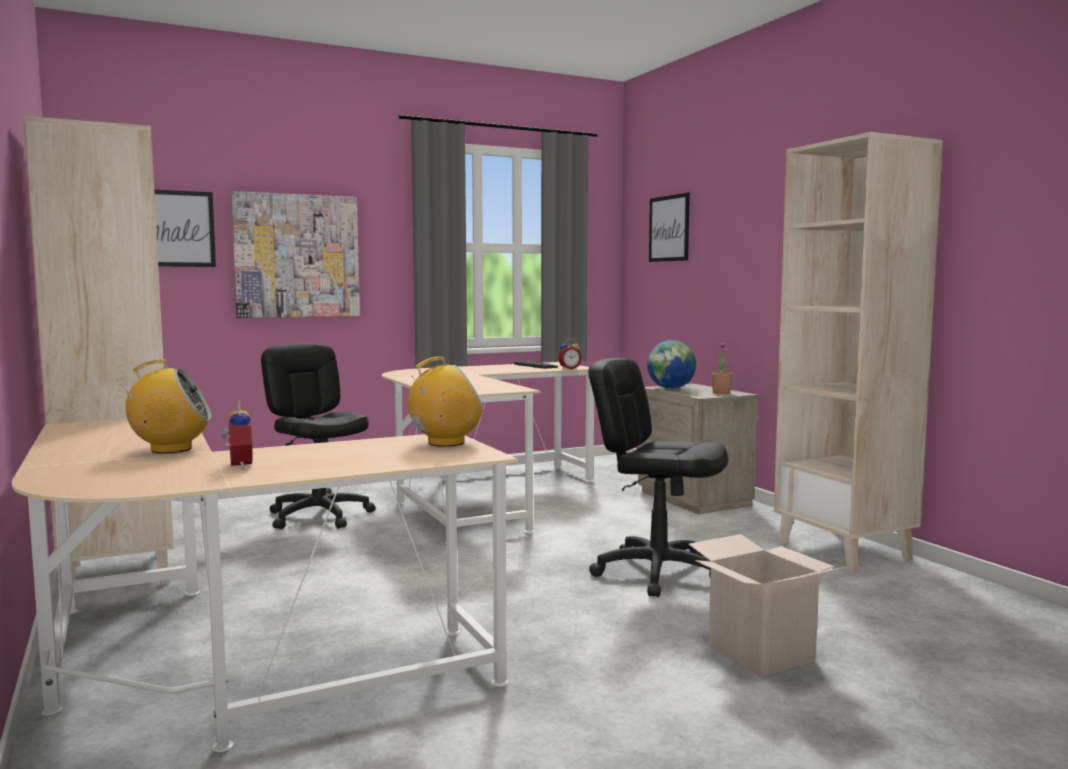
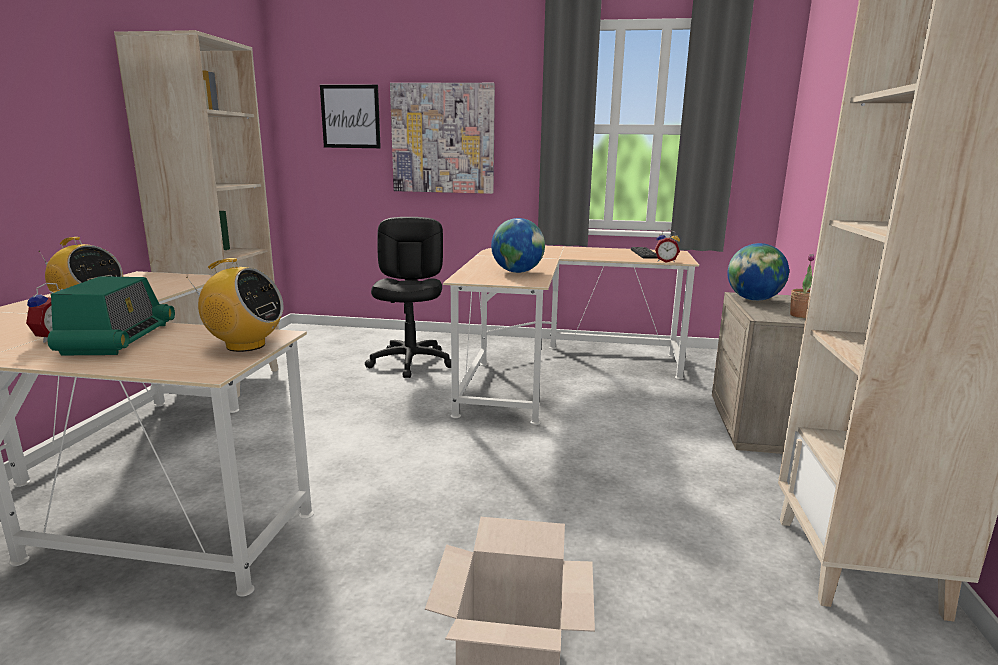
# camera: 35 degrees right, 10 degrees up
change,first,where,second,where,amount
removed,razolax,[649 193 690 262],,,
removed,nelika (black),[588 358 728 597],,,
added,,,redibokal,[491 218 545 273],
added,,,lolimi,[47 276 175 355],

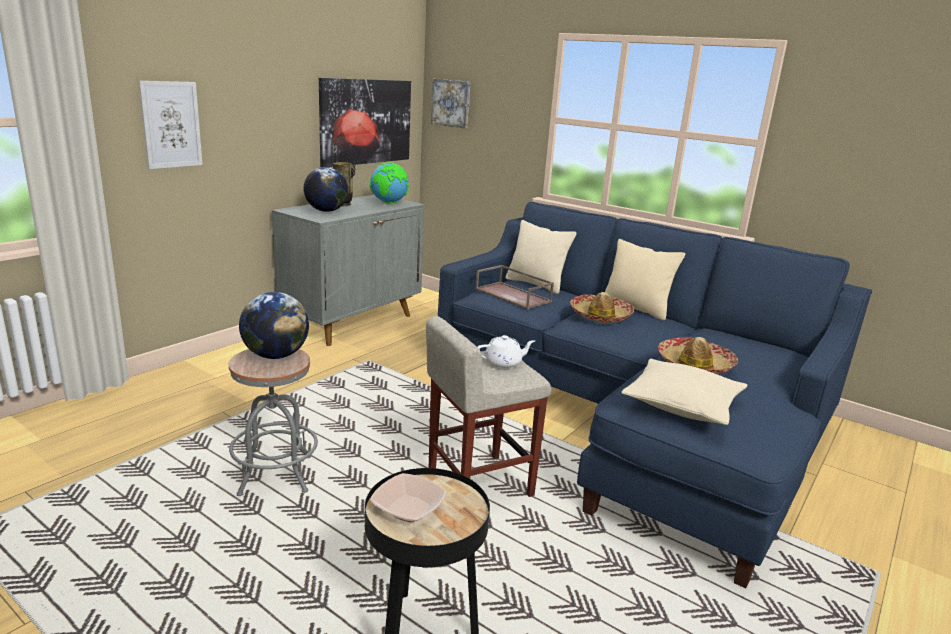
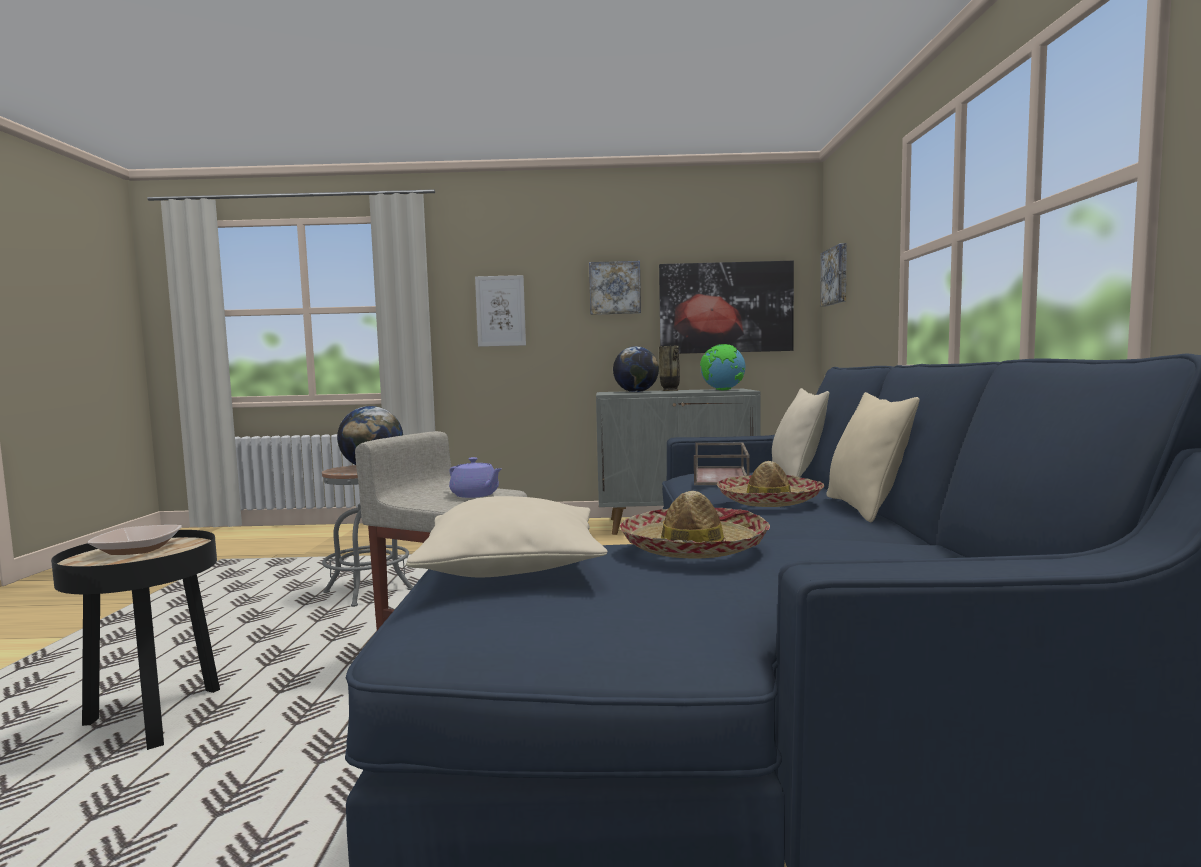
# camera: 55 degrees right, 15 degrees down
change,first,where,second,where,amount
recoloured,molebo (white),[477 335 535 368],molebo (purple),[449 457 501 498],
added,,,razolax,[589 261 641 315],

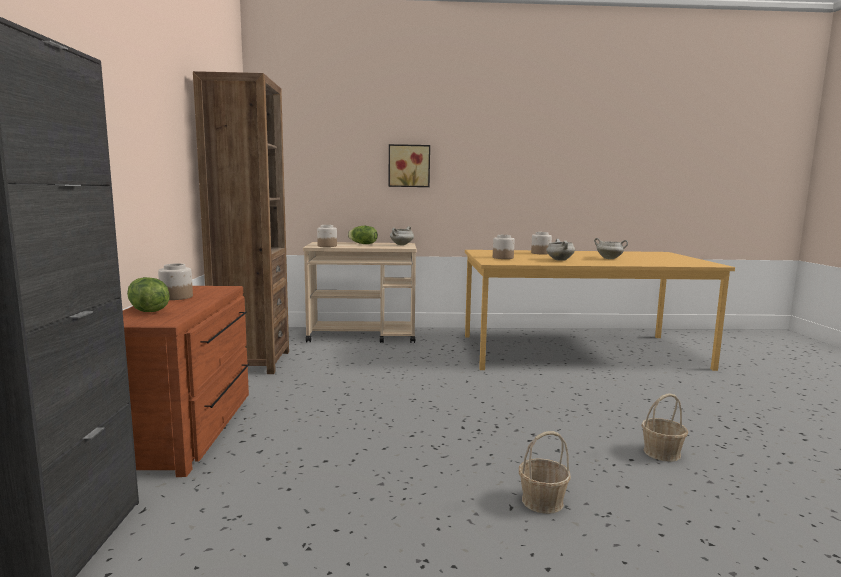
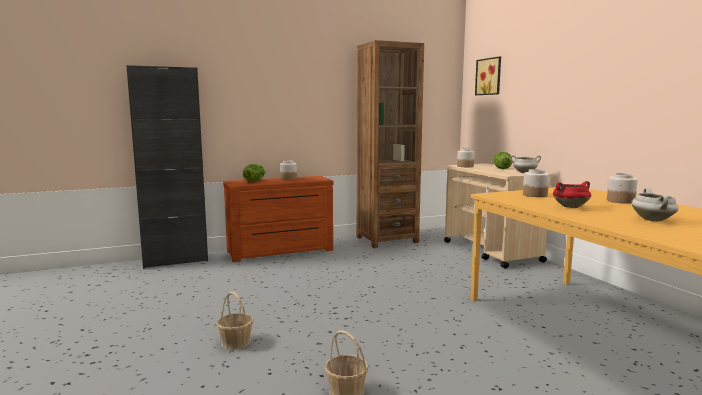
# camera: 70 degrees right, 0 degrees up
change,first,where,second,where,amount
moved,razolax,[389 144 430 187],,[475 56 501 95],
recoloured,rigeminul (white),[546 239 575 261],rigeminul (red),[553 181 591 208],

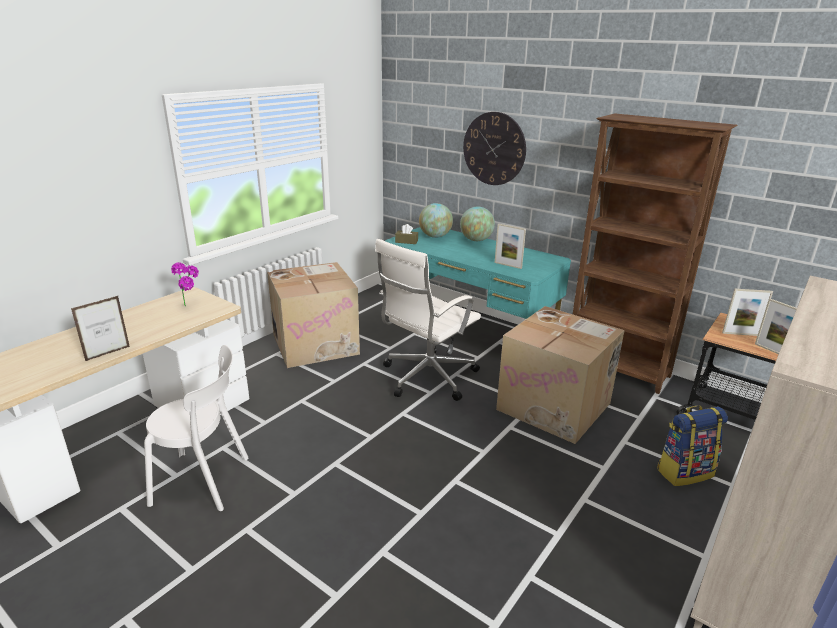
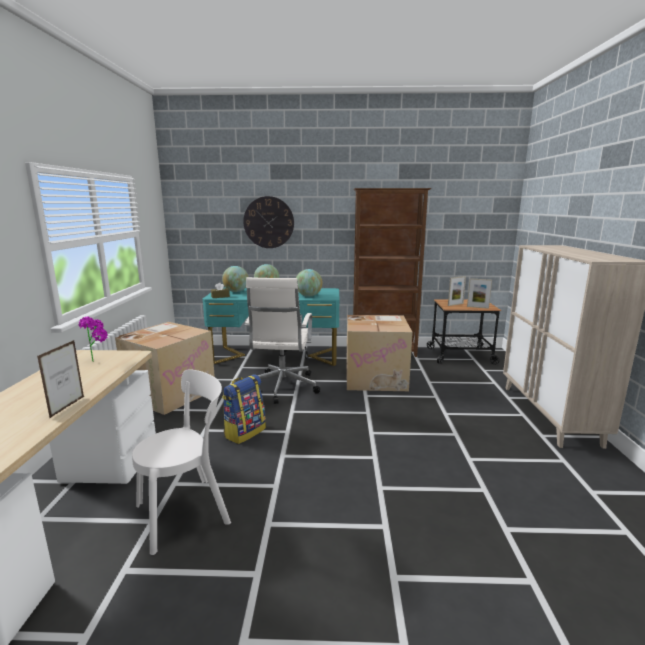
# camera: 35 degrees left, 10 degrees down
change,first,where,second,where,amount
replaced,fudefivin,[495 224 526 269],redibokal,[296 269 323 297],
moved,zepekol,[657 406 728 486],,[222 374 266 444],

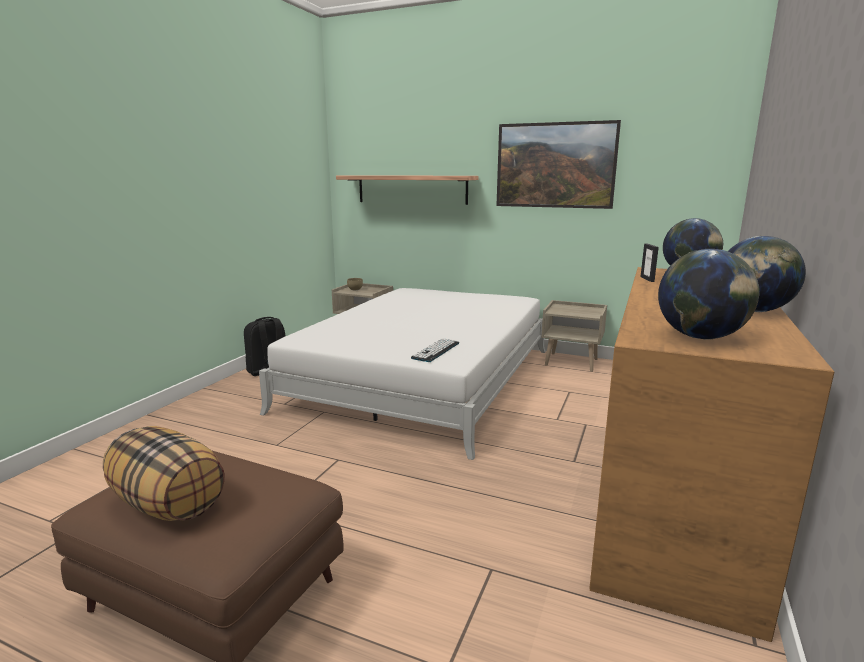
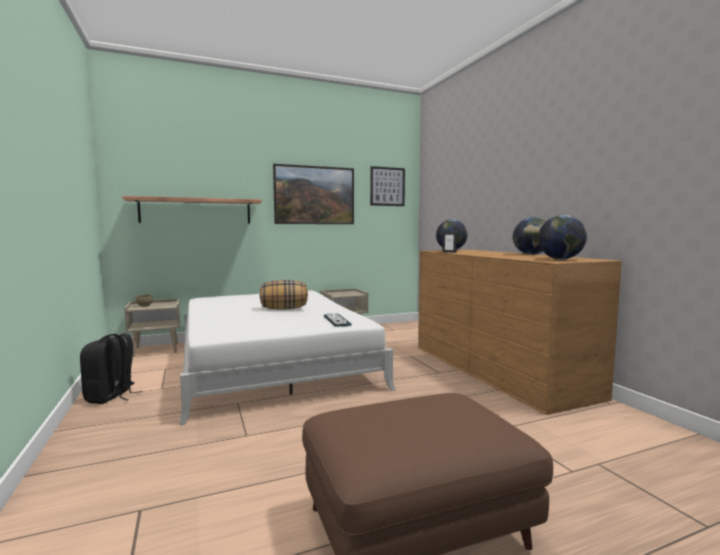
# camera: 45 degrees left, 10 degrees down
change,first,where,second,where,amount
moved,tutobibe,[103 426 225 521],,[260 280 308 309],
added,,,razolax,[370 166 405 206],

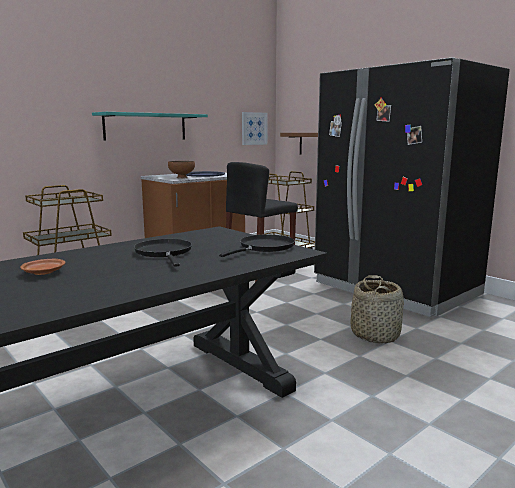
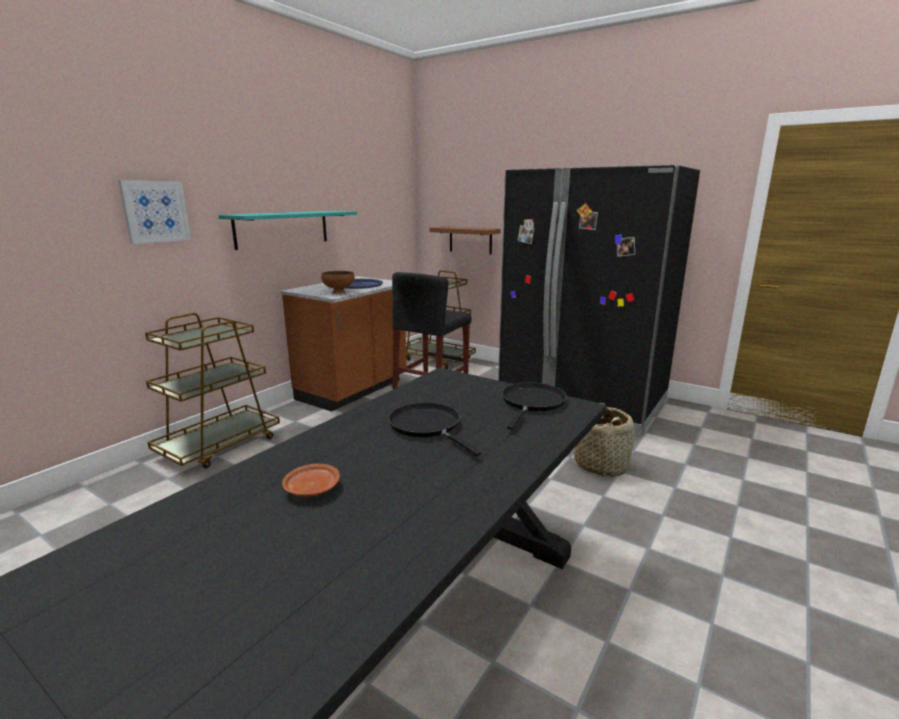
# camera: 15 degrees left, 5 degrees up
change,first,where,second,where,amount
moved,razolax,[242 112 268 145],,[118 180 191 244],

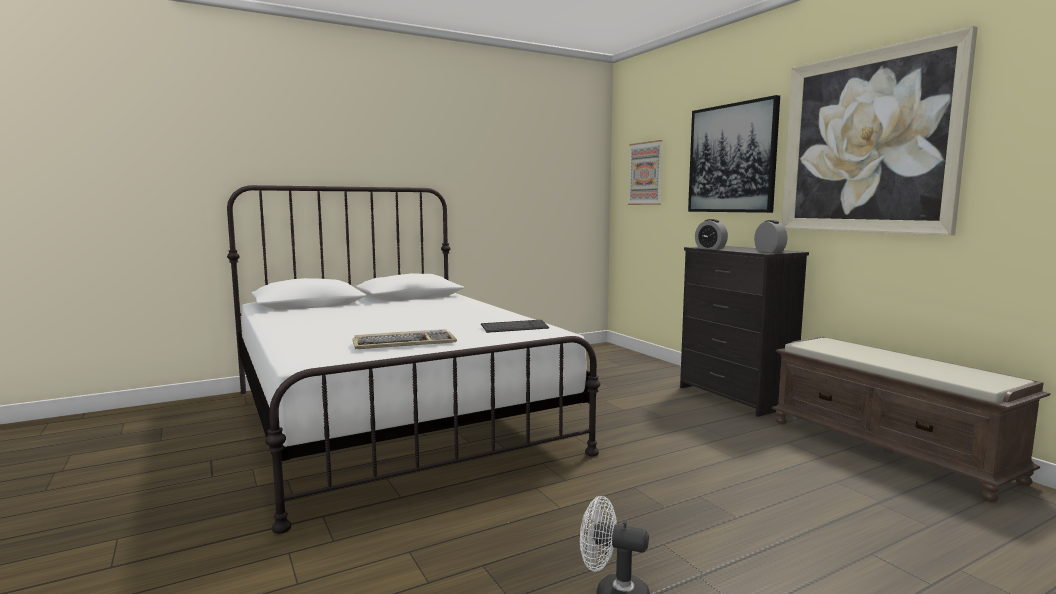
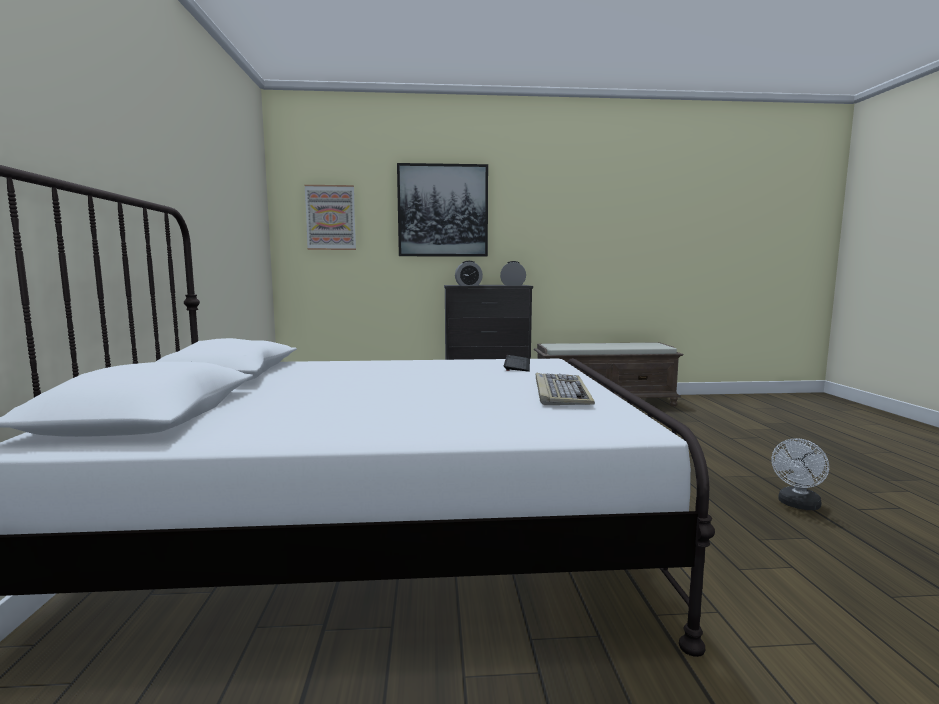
# camera: 65 degrees left, 0 degrees up
change,first,where,second,where,amount
removed,razolax,[782 26 978 236],,,

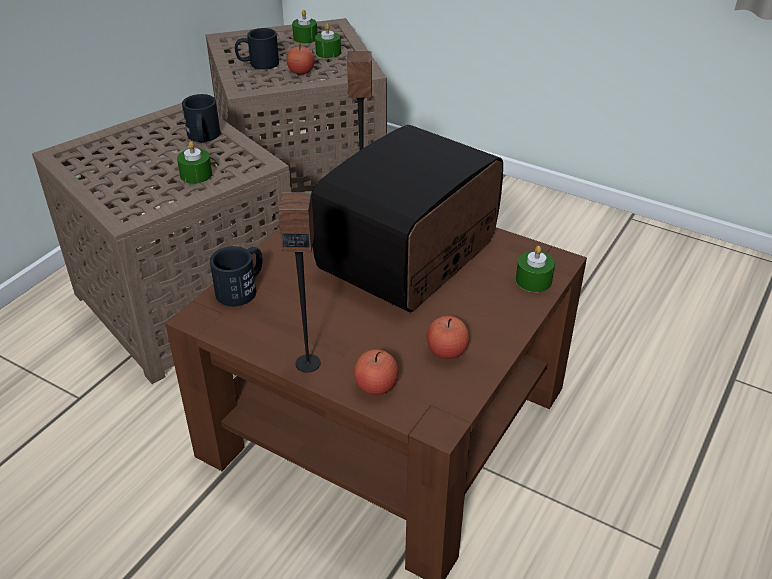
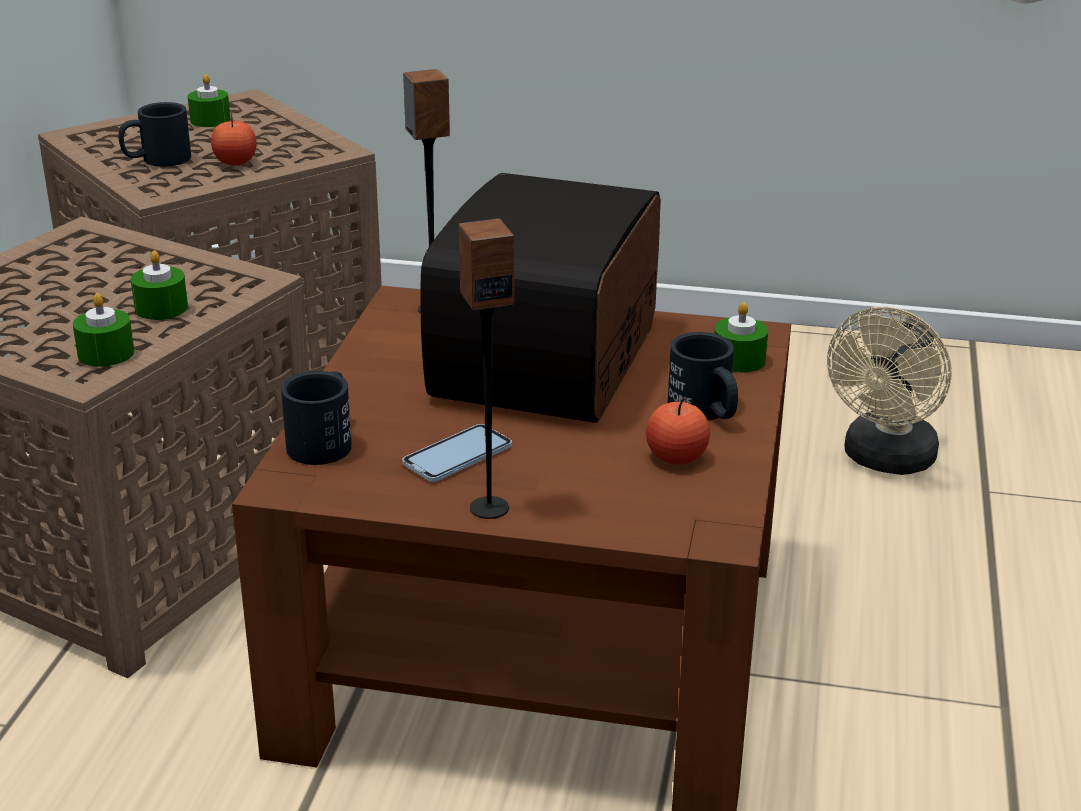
# camera: 20 degrees left, 10 degrees down
change,first,where,second,where,amount
moved,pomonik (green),[315 23 341 58],,[73 293 134 367],
moved,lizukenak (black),[182 94 220 142],,[668 332 738 420],
removed,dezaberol,[354 349 398 395],,,
added,,,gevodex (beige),[827 307 952 475],
added,,,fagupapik,[402 424 512 482],

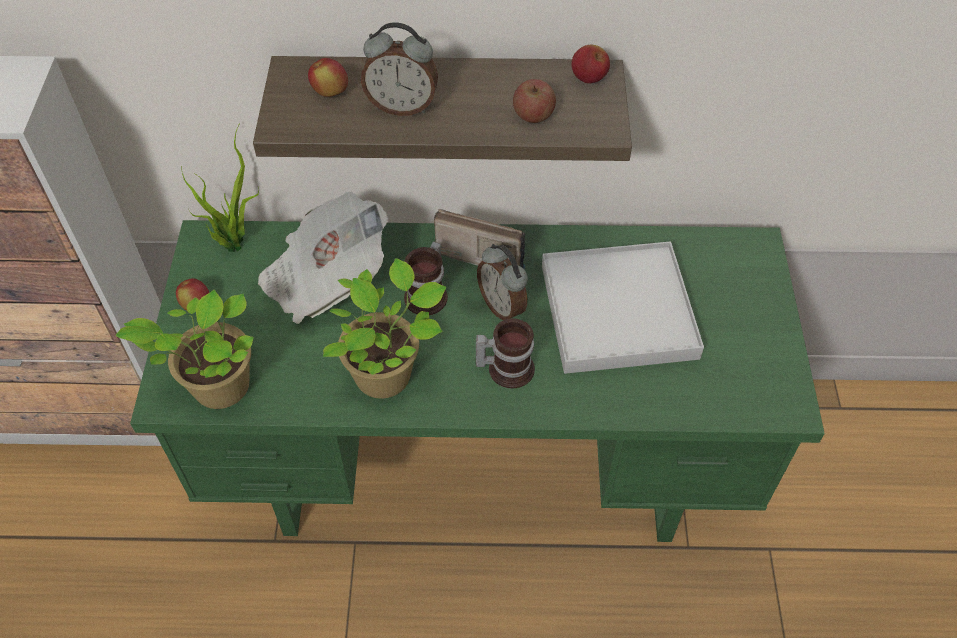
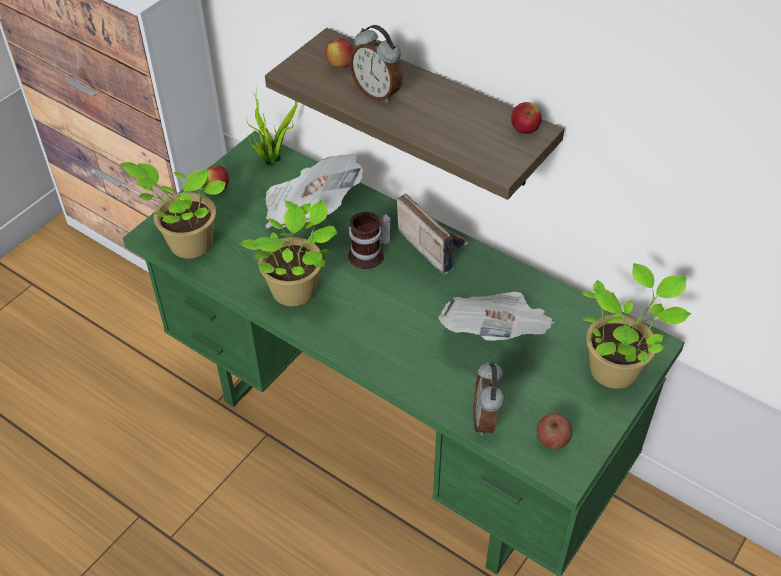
# camera: 35 degrees right, 5 degrees down
change,first,where,second,where,amount
moved,dezaberol,[513 79 556 123],,[537 414 572 449],
replaced,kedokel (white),[542 241 704 374],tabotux,[438 291 555 341],
moved,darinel,[477 244 528 320],,[473 361 504 436],
removed,lizukenak,[476 318 535 388],,,
added,,,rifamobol,[581 263 691 389],

